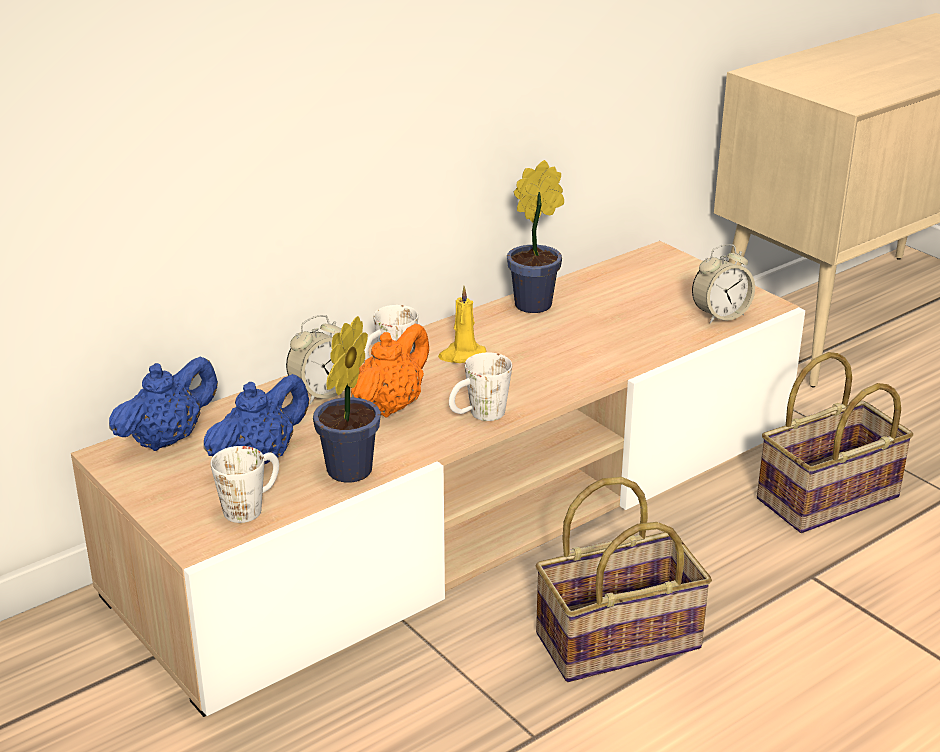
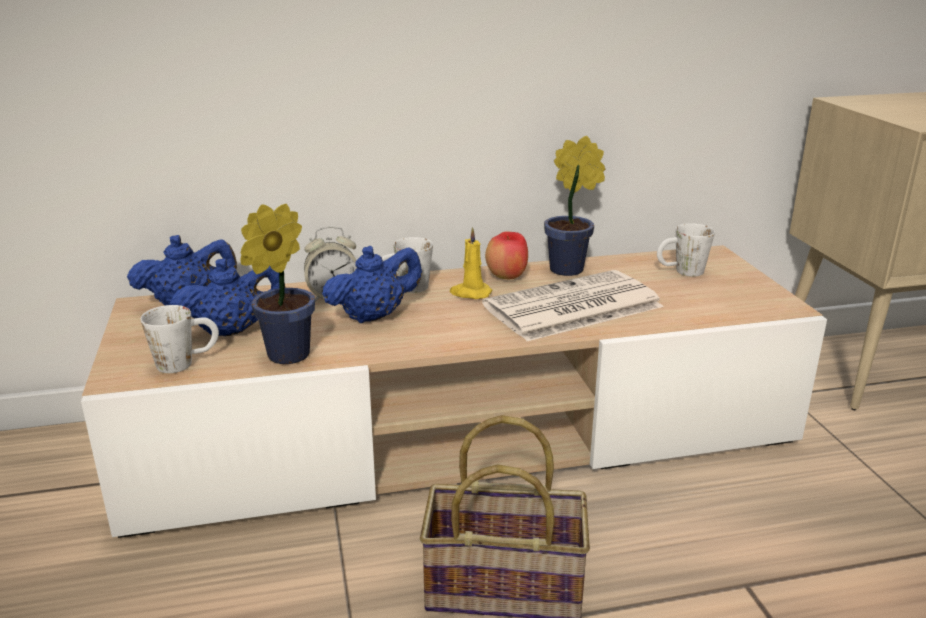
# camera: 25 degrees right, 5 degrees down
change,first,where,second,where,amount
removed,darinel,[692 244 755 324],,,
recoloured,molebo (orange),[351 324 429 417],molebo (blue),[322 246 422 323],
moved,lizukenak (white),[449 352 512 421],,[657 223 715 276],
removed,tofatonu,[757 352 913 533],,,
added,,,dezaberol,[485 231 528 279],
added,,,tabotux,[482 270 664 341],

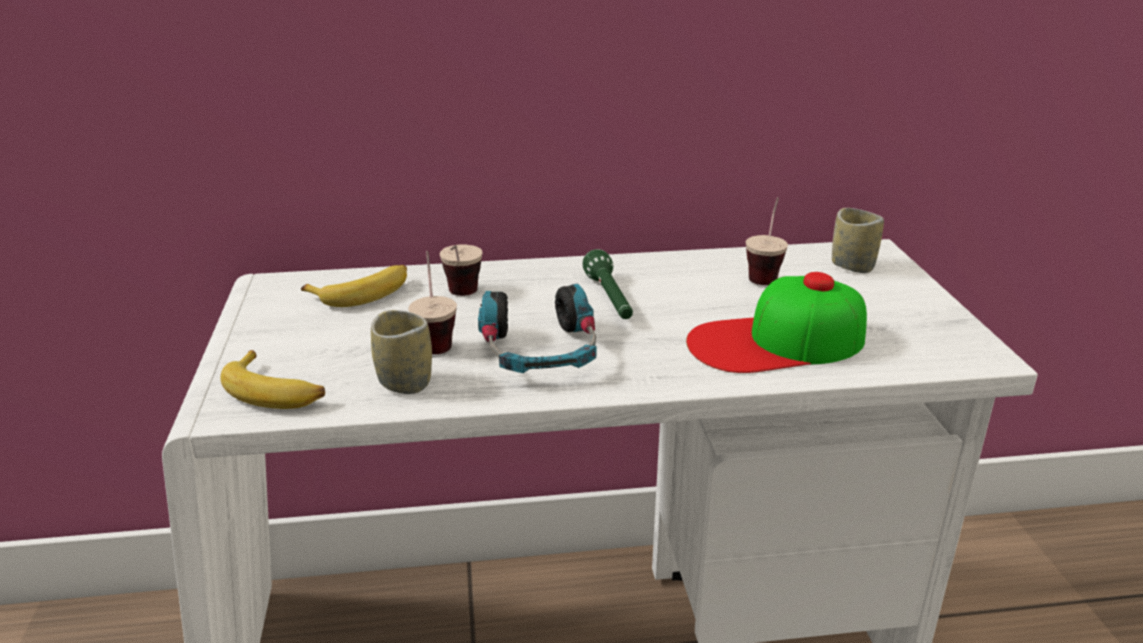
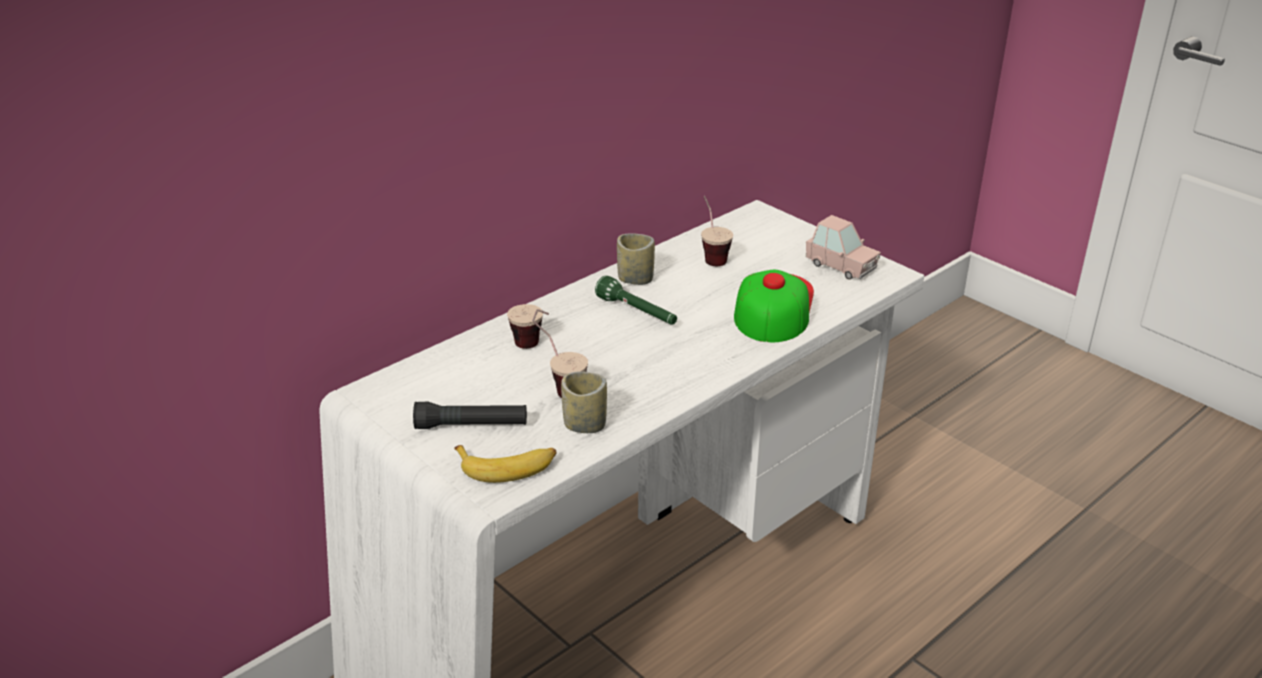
# camera: 35 degrees left, 5 degrees up
change,first,where,second,where,amount
moved,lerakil,[832 208 884 273],,[617 233 655 285],
removed,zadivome,[301 265 407 307],,,
turned,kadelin,[686 272 867 373],,[734 269 814 342],150 degrees clockwise
removed,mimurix,[478 284 597 373],,,
added,,,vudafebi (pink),[806 215 881 280],
added,,,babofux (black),[413 402 527 429],

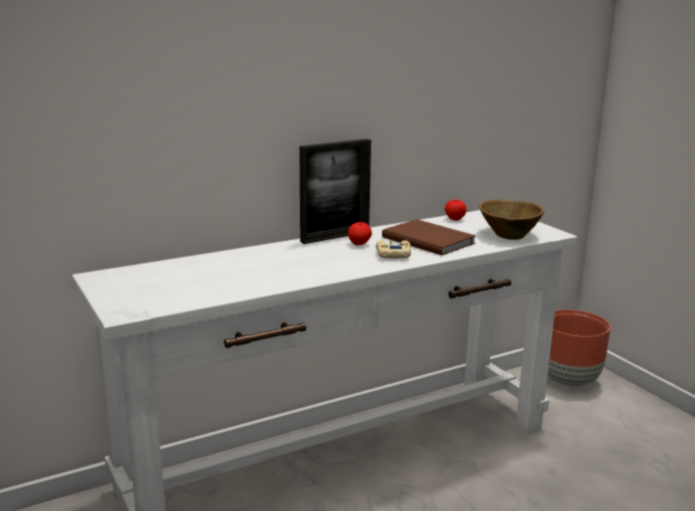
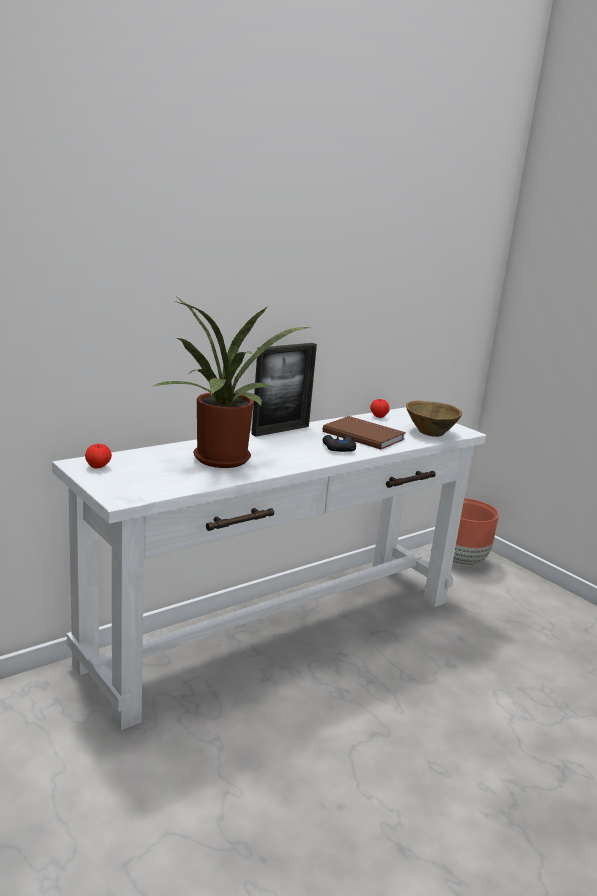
# camera: 10 degrees left, 0 degrees up
change,first,where,second,where,amount
moved,dezaberol,[348 222 372 245],,[85 444 112 469],
recoloured,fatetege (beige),[376 240 411 259],fatetege (black),[322 435 356 452],
added,,,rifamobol,[151 297 310 468],

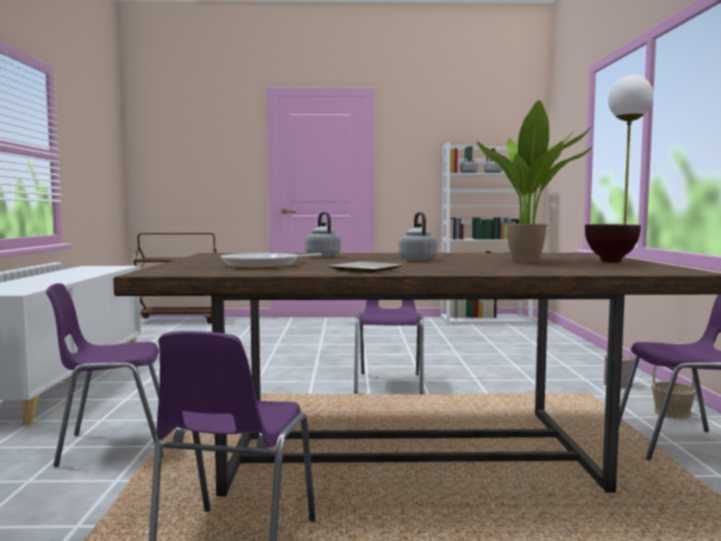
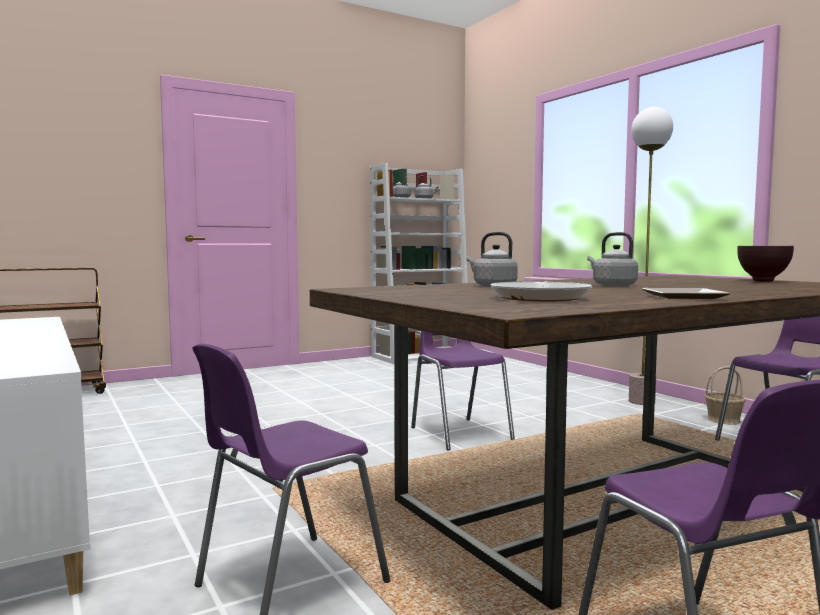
# camera: 30 degrees left, 0 degrees up
change,first,where,second,where,amount
removed,rifamobol,[477 100 592 262],,,

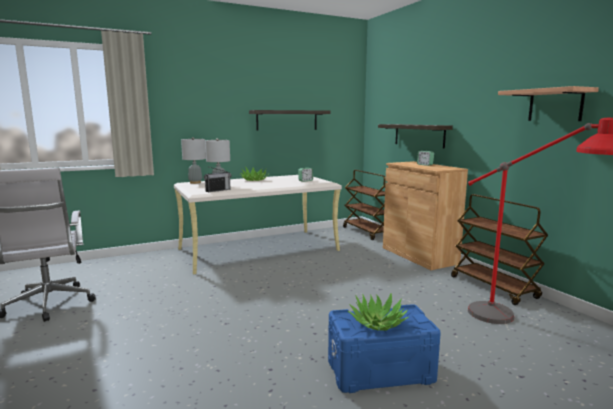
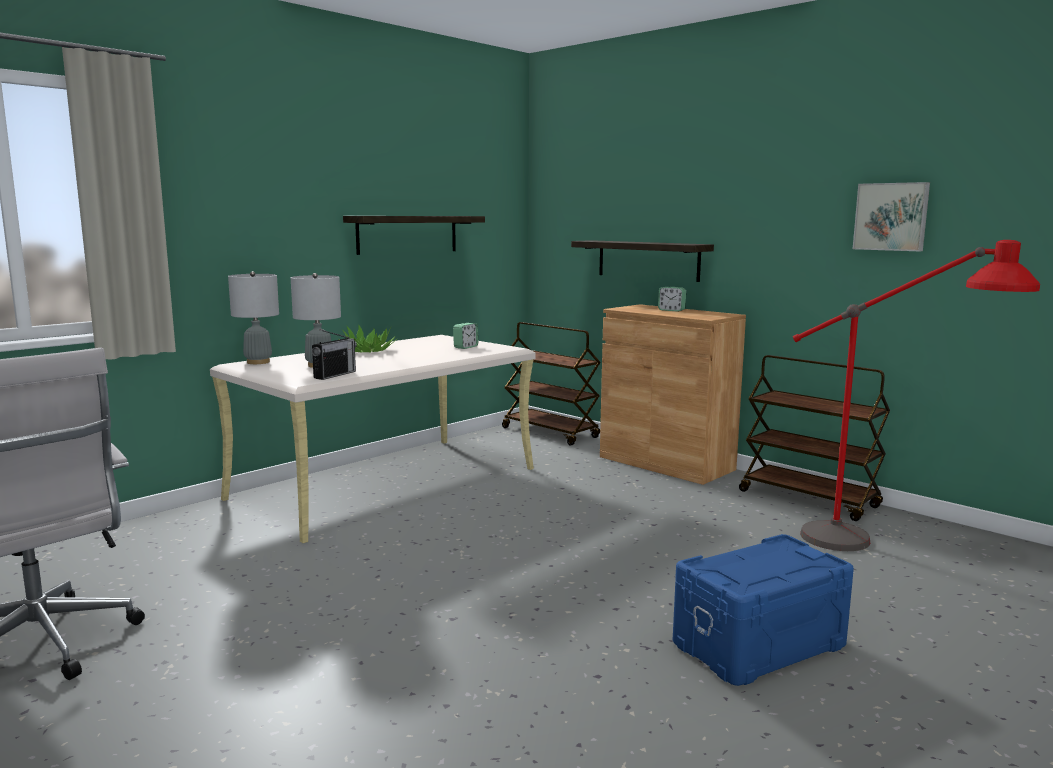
# camera: 20 degrees left, 0 degrees up
change,first,where,second,where,amount
replaced,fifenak,[498 86 599 121],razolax,[853 182 930 251],
removed,rifamobol,[348 293 408 331],,,

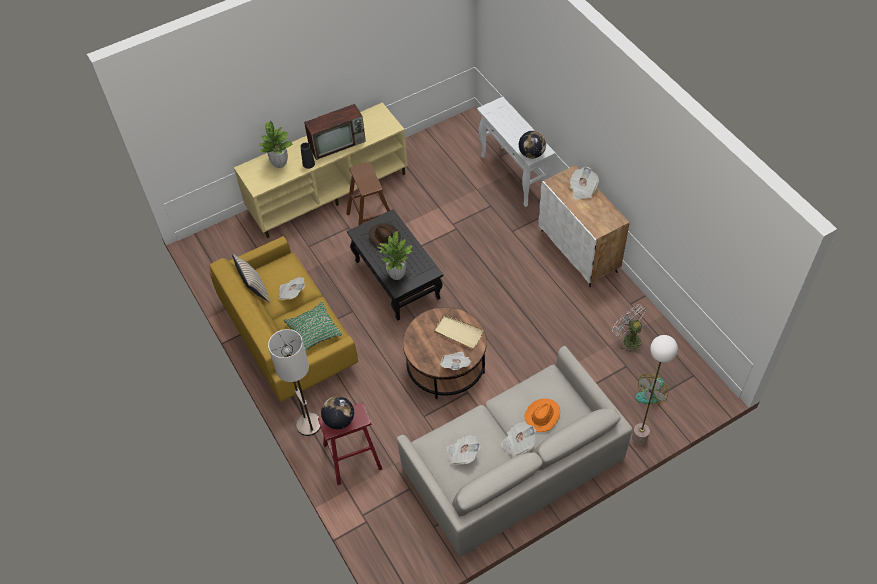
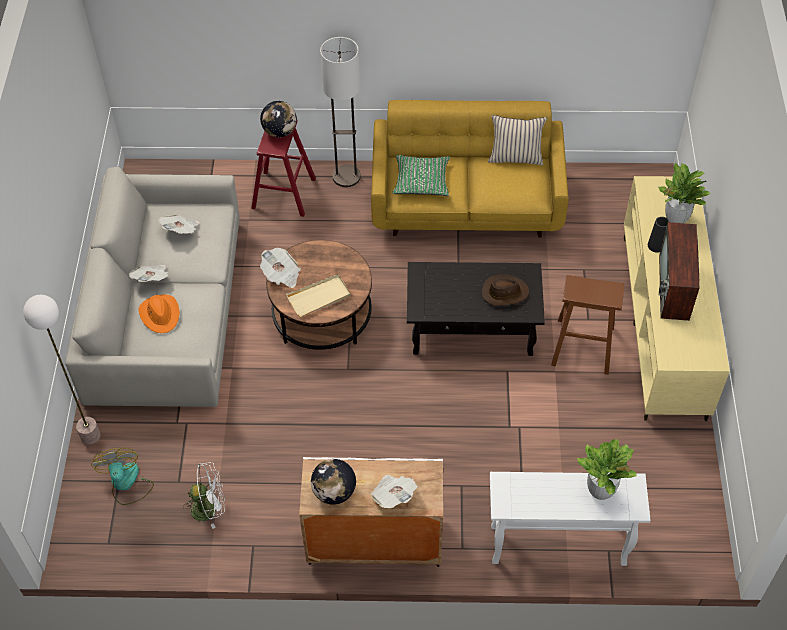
# camera: 120 degrees right, 0 degrees up
change,first,where,second,where,amount
moved,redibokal,[519 131 546 159],,[311 459 356 505],
moved,rifamobol,[378 231 413 280],,[577 439 637 500],
removed,tabotux,[279 277 305 300],,,

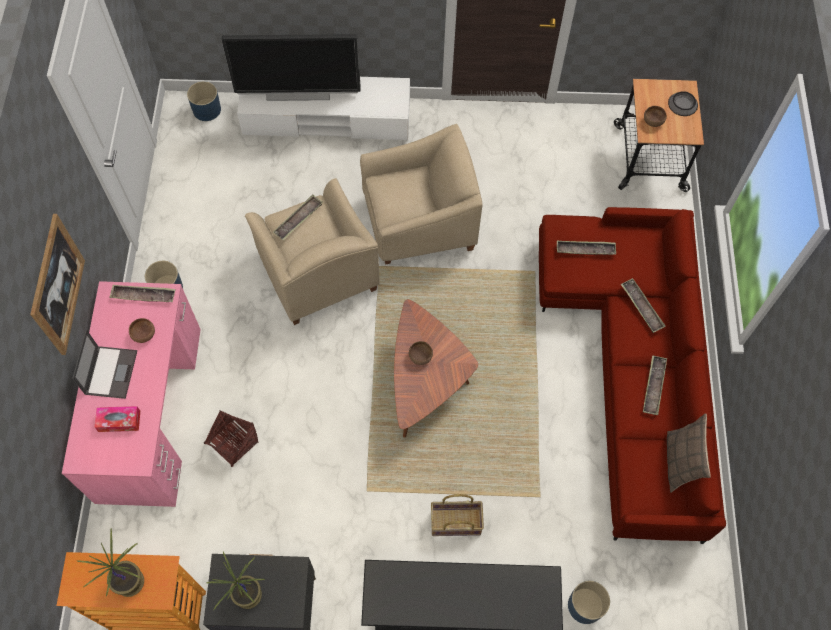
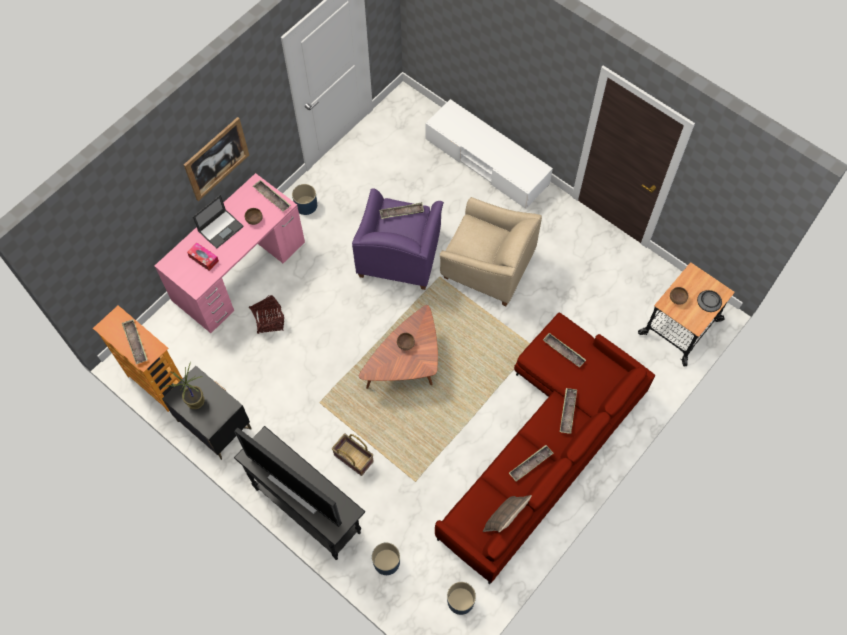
# camera: 40 degrees right, 0 degrees up
change,first,where,second,where,amount
moved,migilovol,[222 34 361 101],,[234 428 342 527],
moved,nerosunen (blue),[187 81 221 121],,[447 582 476 615],
recoloured,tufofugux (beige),[245 178 380 325],tufofugux (purple),[352 188 444 290],
replaced,rifamobol,[77 529 144 597],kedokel,[122 319 148 364],

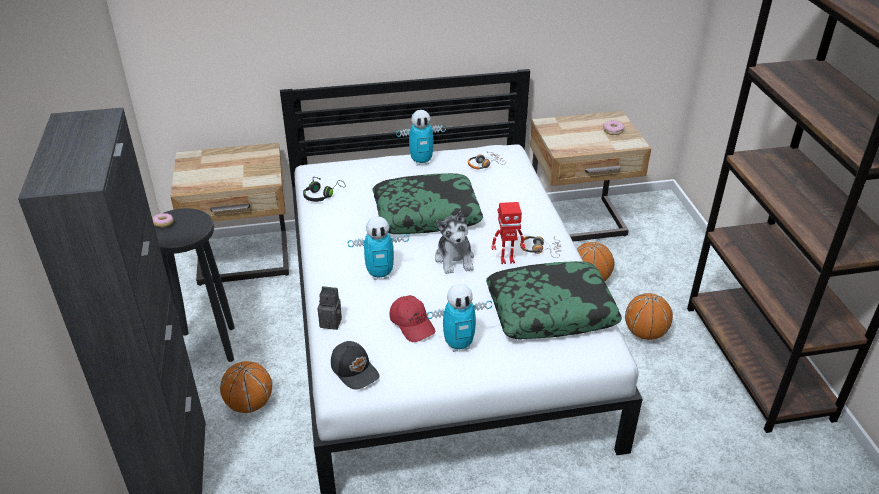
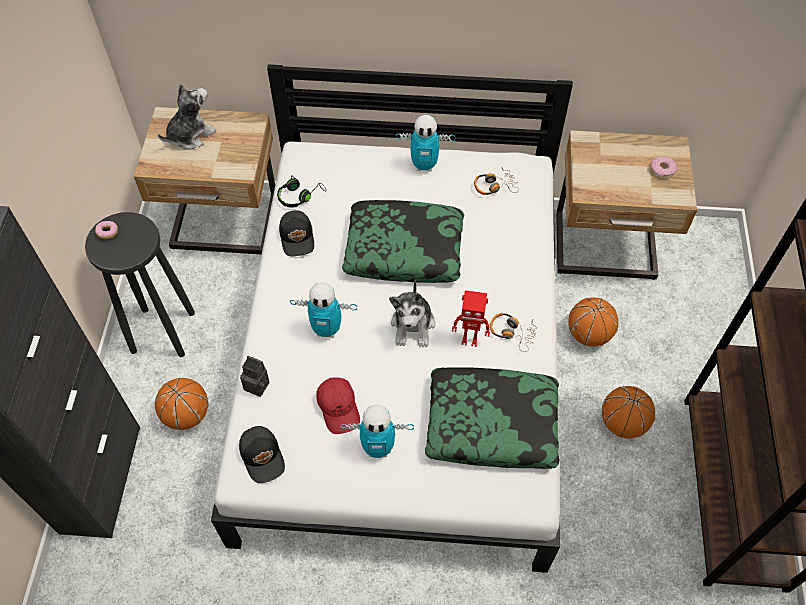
# camera: 15 degrees right, 20 degrees up
change,first,where,second,where,amount
added,,,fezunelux,[158 84 216 150],
added,,,kadelin (black),[279 210 314 256],

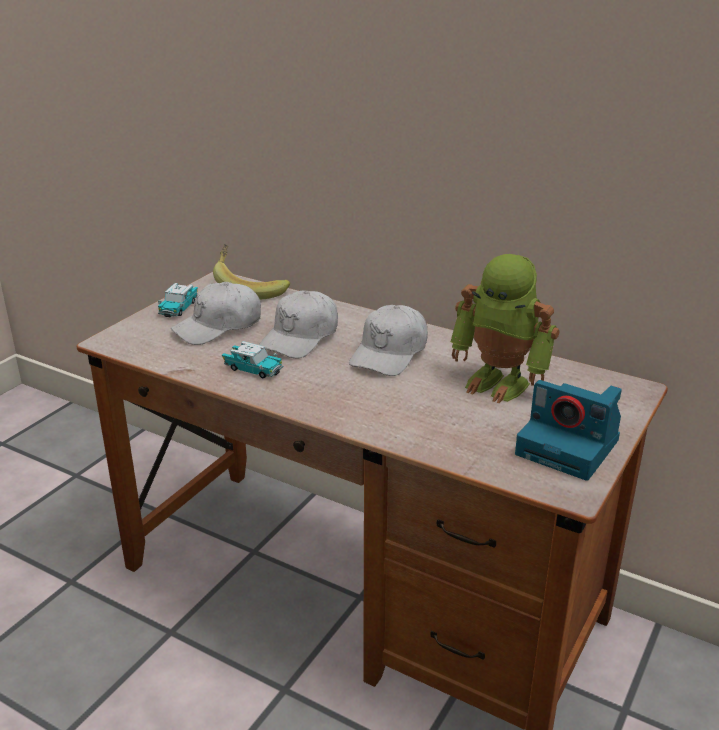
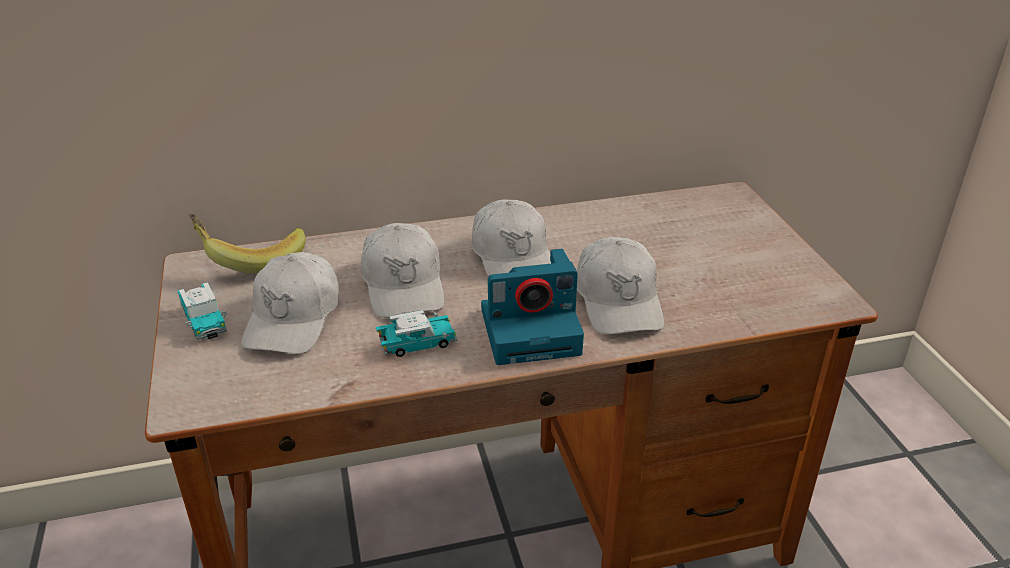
# camera: 45 degrees left, 5 degrees up
change,first,where,second,where,amount
removed,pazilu,[450 254 559 403],,,
moved,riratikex,[515 380 622 481],,[481 249 584 365],
added,,,kadelin (white),[577 237 664 335],

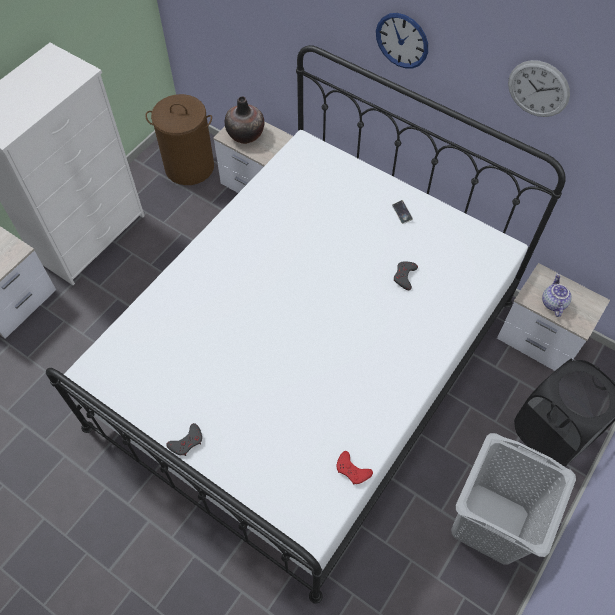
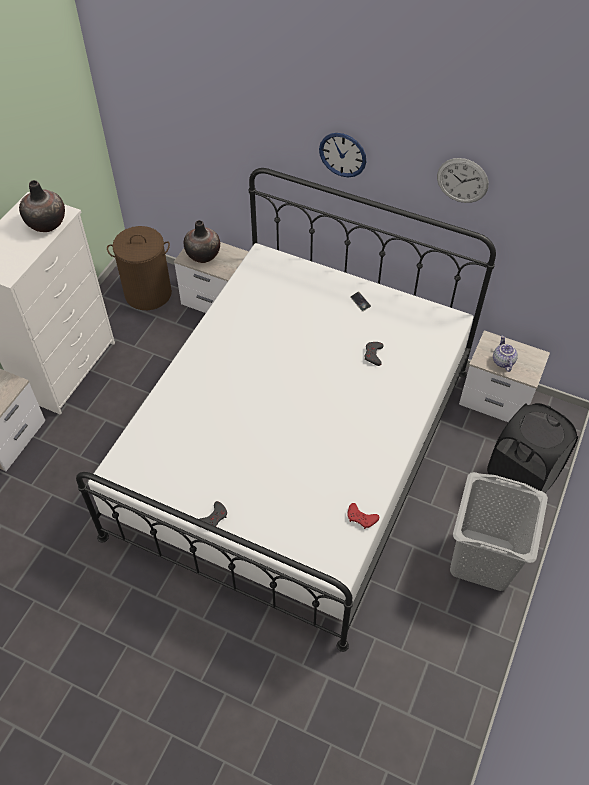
# camera: 10 degrees left, 5 degrees down
change,first,where,second,where,amount
added,,,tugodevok,[19 180 65 232],

